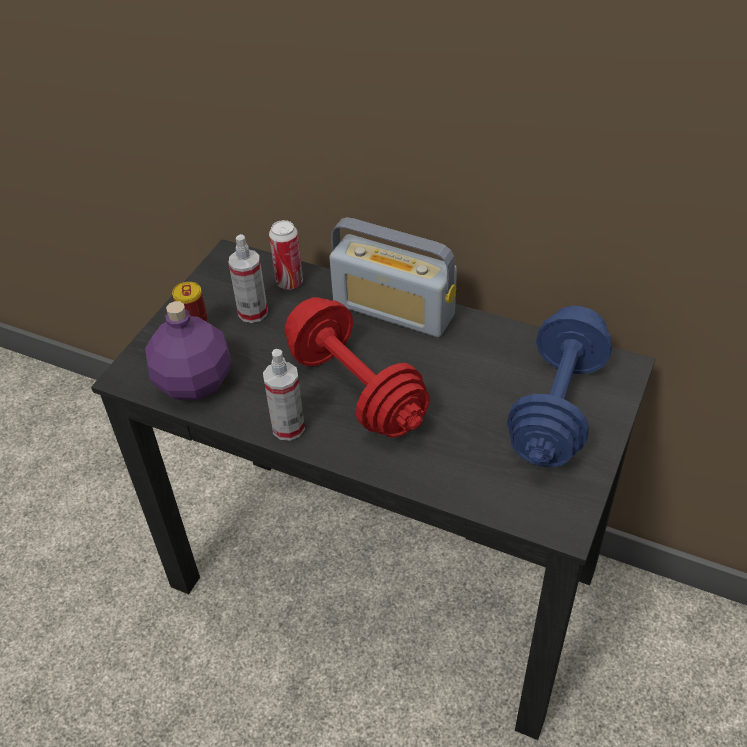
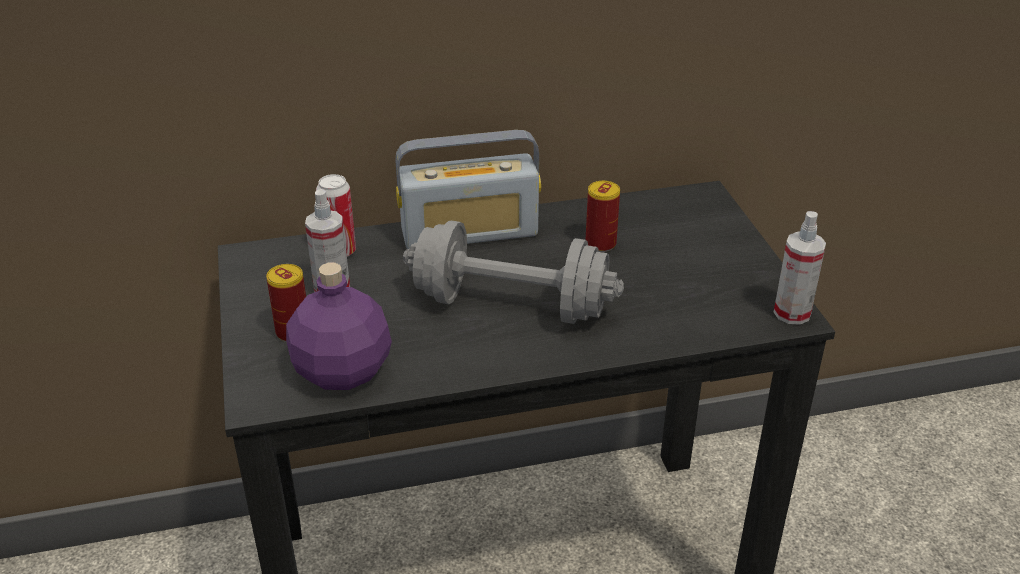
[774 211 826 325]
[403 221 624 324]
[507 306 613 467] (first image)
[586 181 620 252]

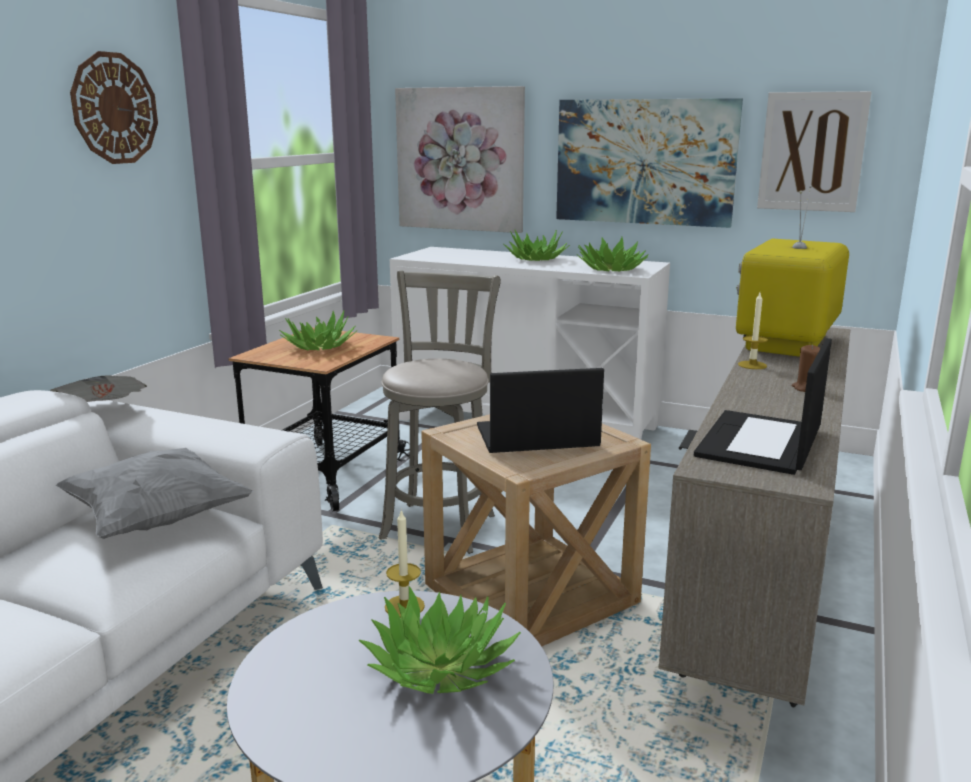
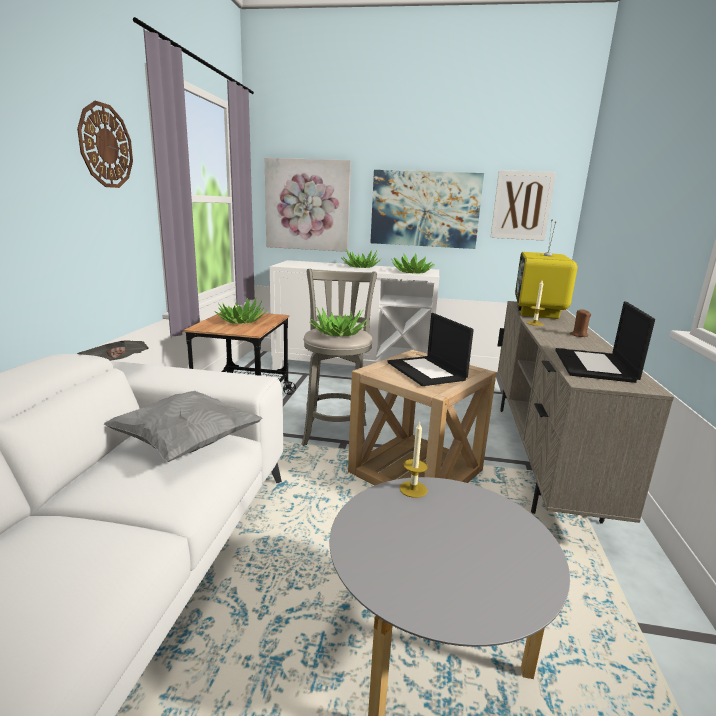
[309 307 369 337]
[388 313 474 386]

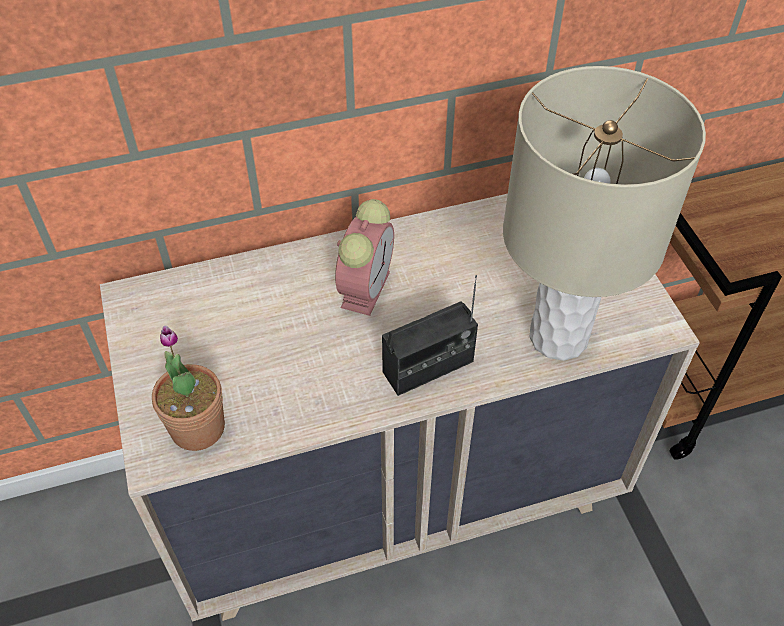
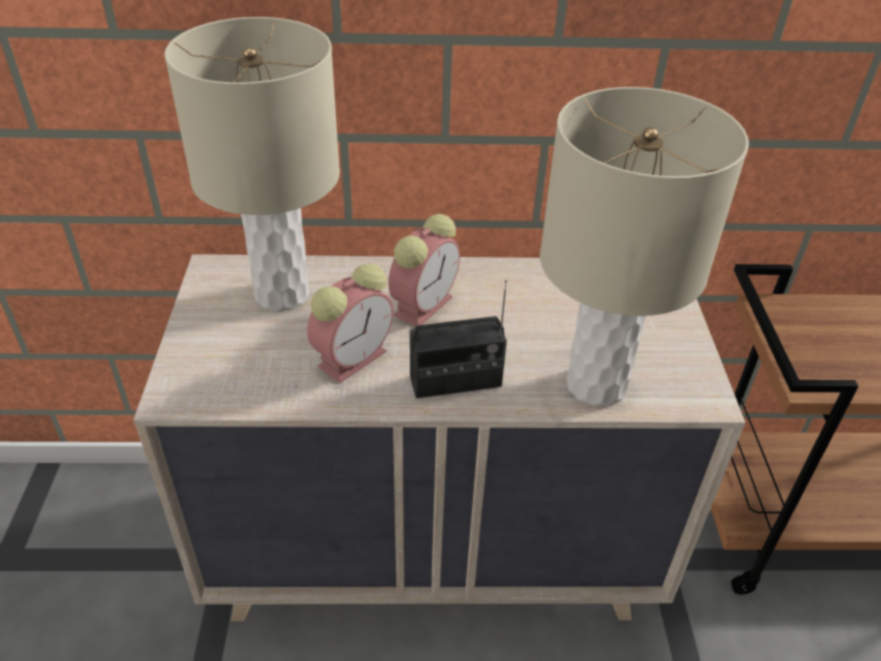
[152 326 225 451] (first image)
[164 17 340 312]
[307 263 393 383]

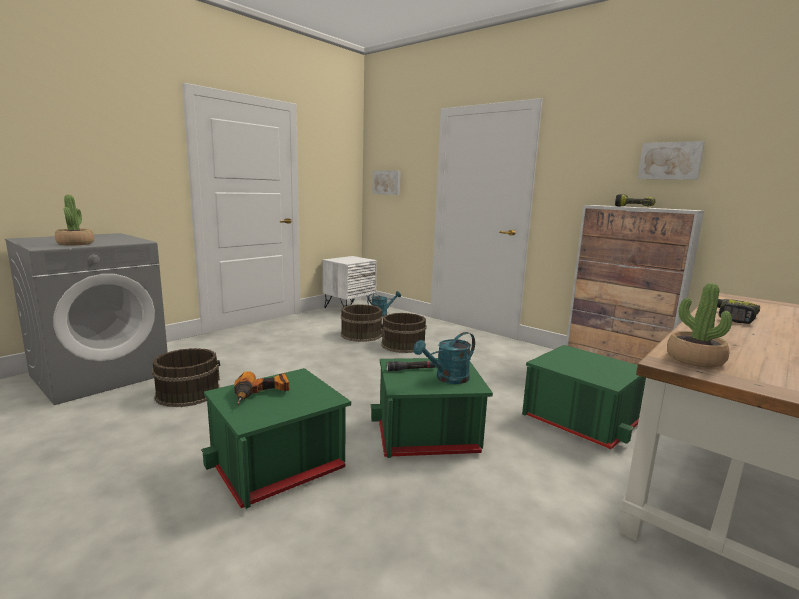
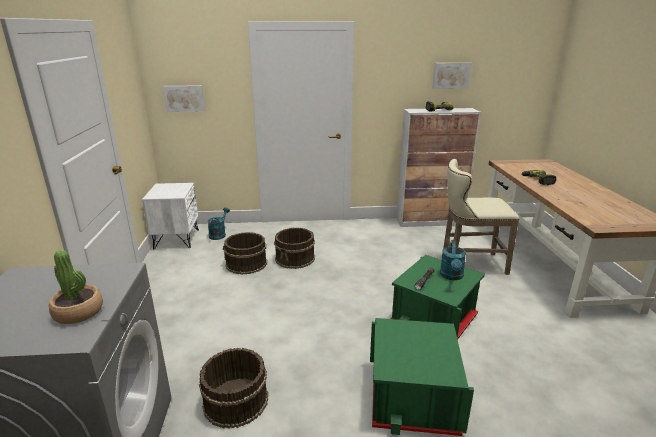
[234 371 289 404] (first image)
[442 159 519 275]
[667 283 732 368] (first image)

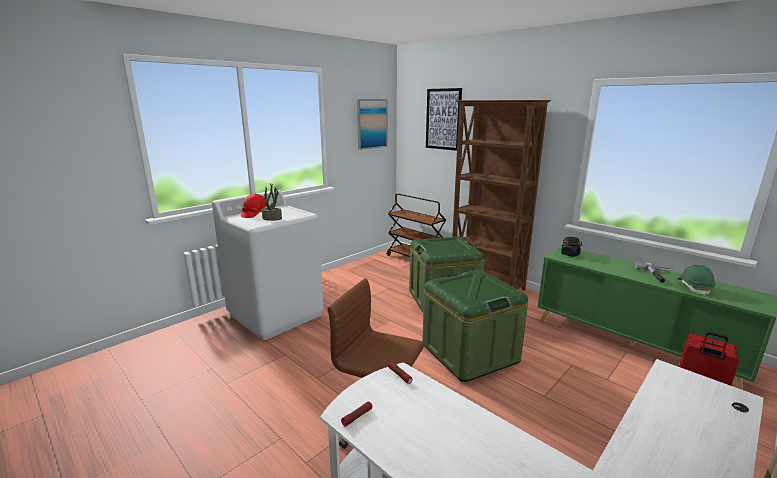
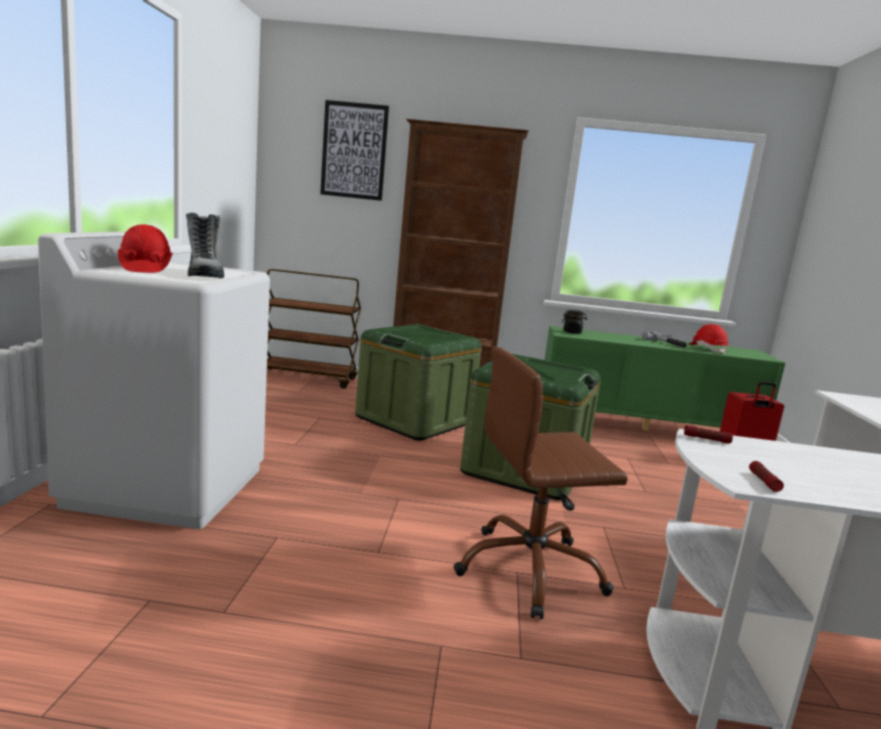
[186 213 224 278]
[357 99 387 150] (first image)
[688 324 728 354]

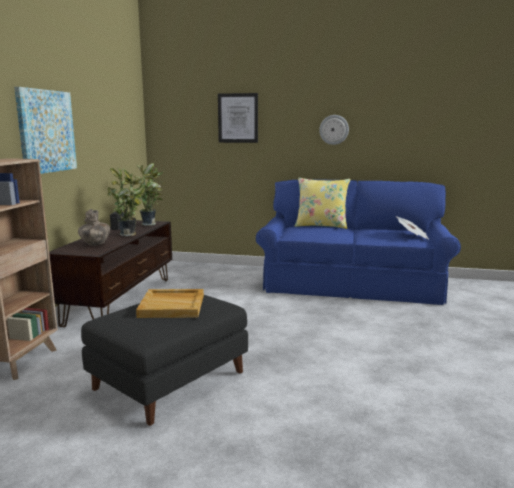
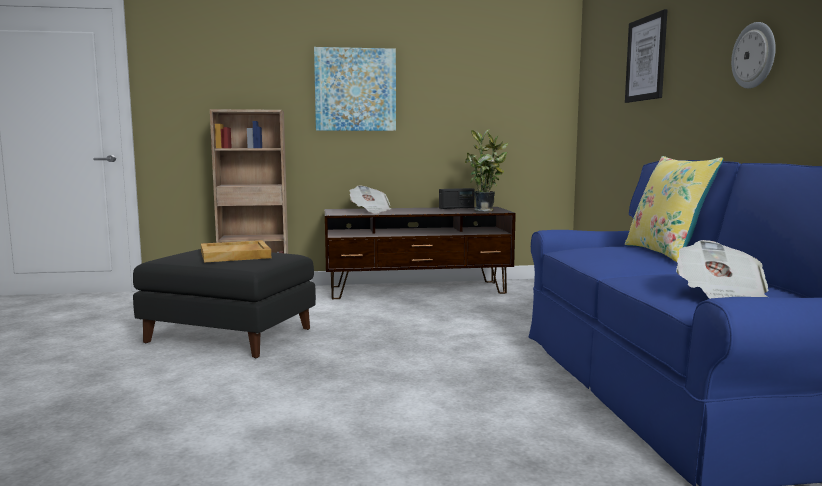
[350 185 391 214]
[107 167 145 236] (first image)

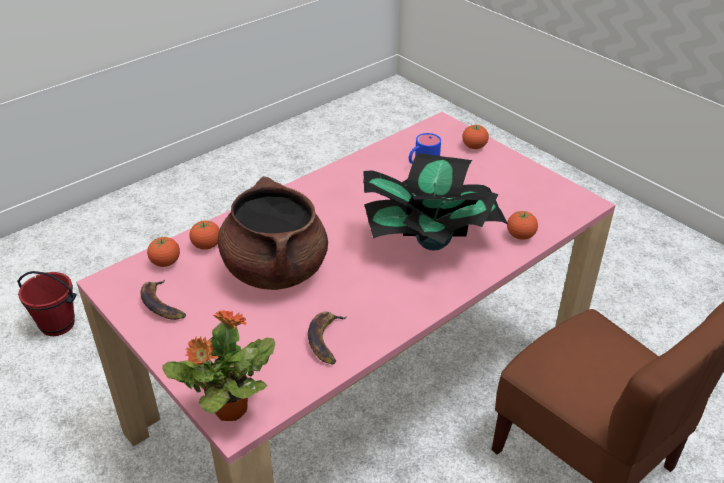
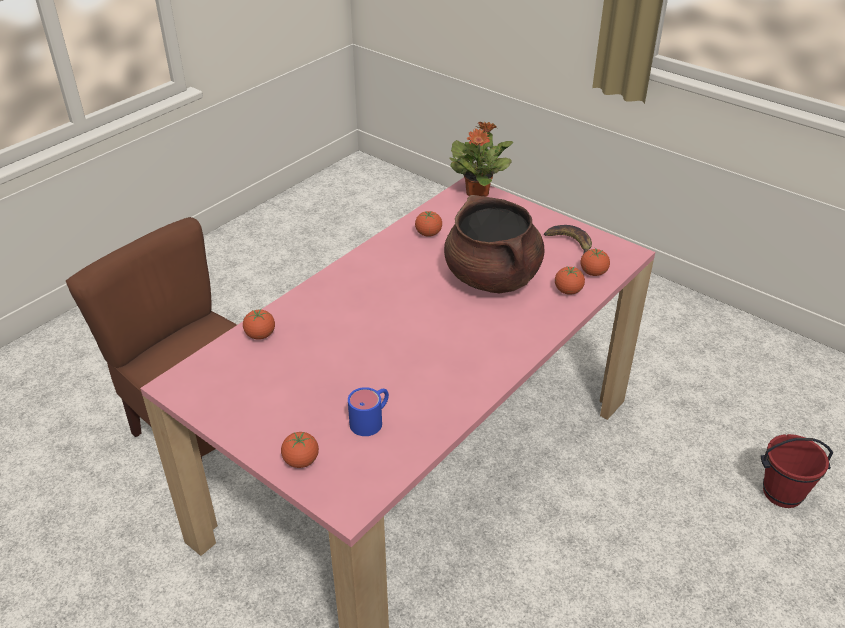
[415 211 442 237]
[363 153 508 251] (first image)

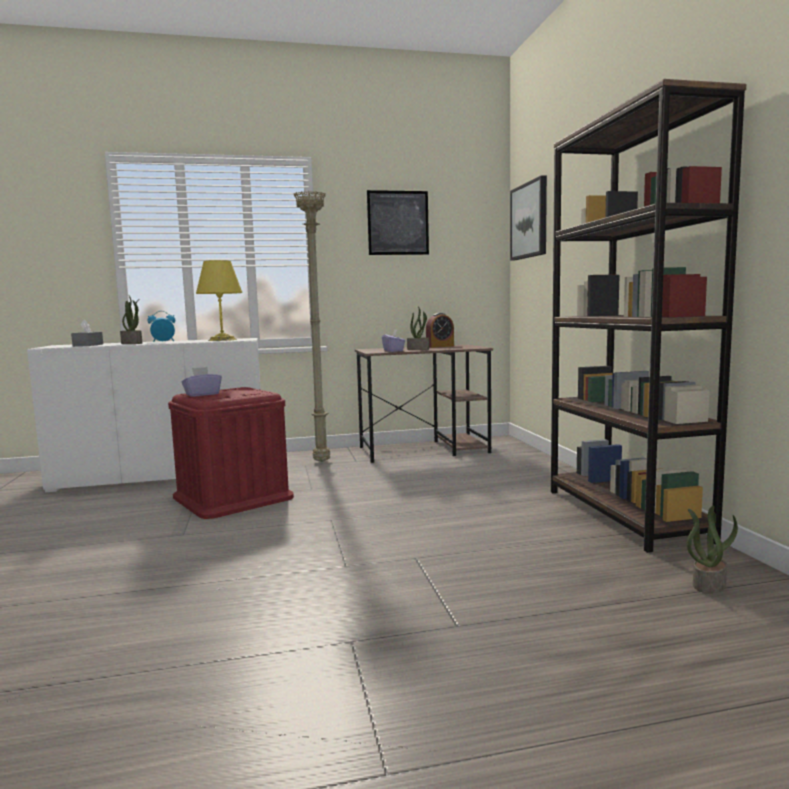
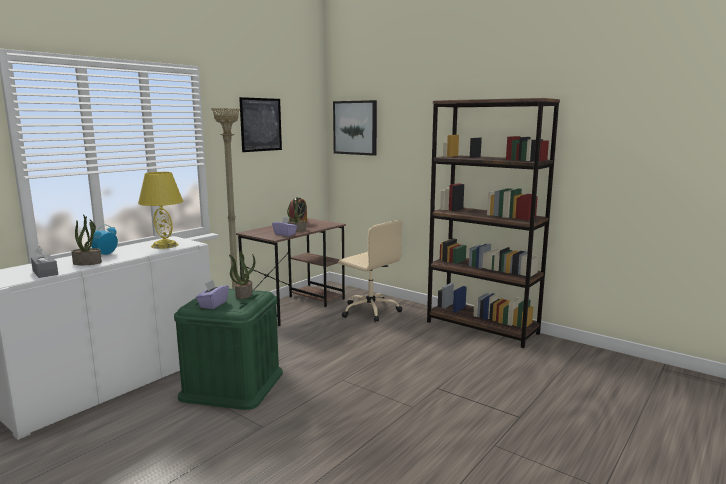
[174 289 283 410]
[229 250 255 299]
[338 220 403 322]

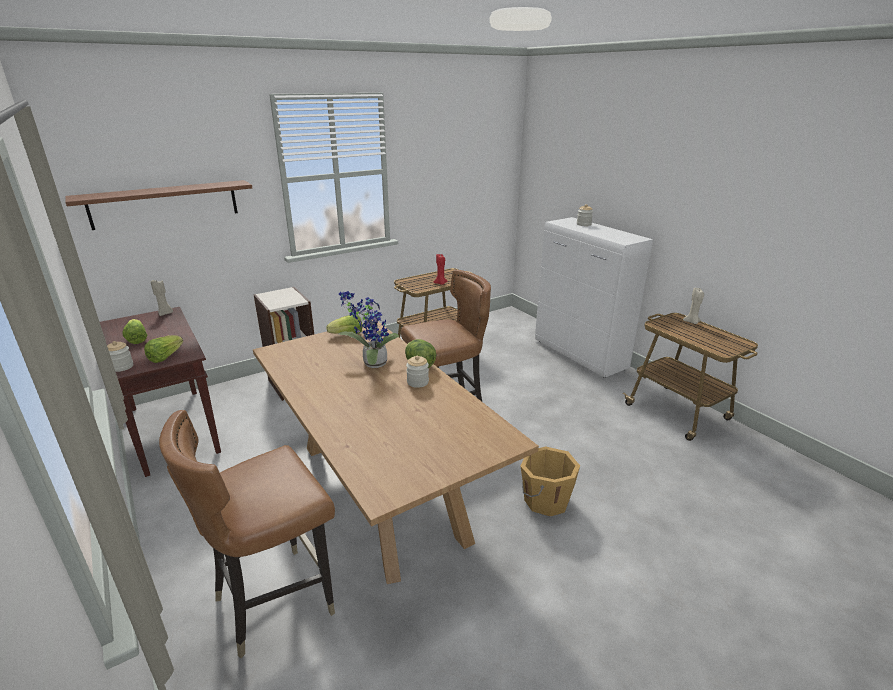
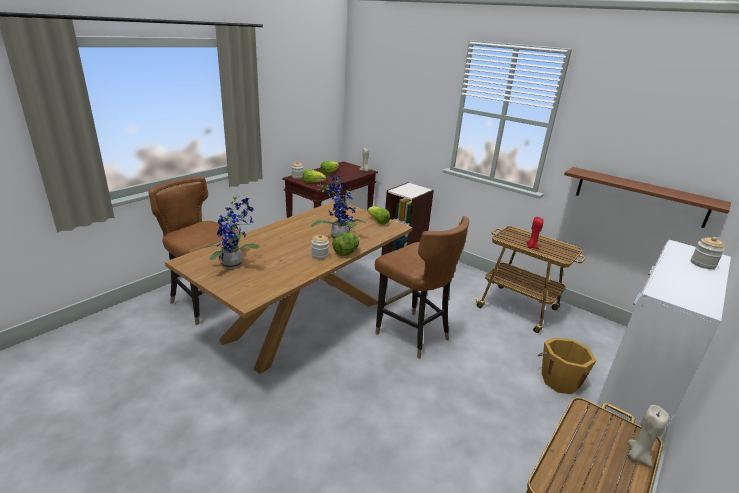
[564 167 731 228]
[538 338 597 394]
[205 194 260 269]

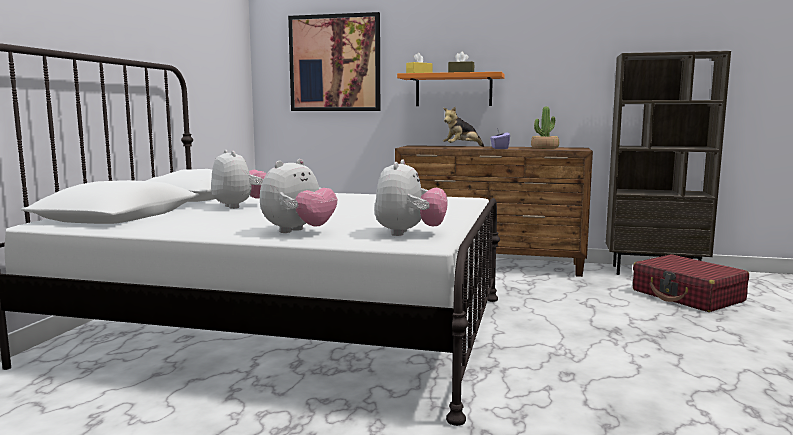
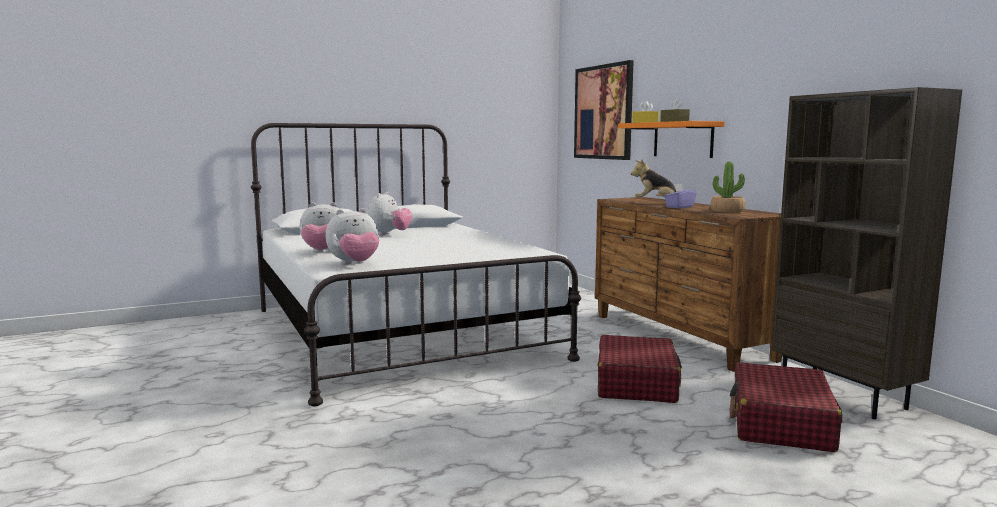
[598 335 682 403]

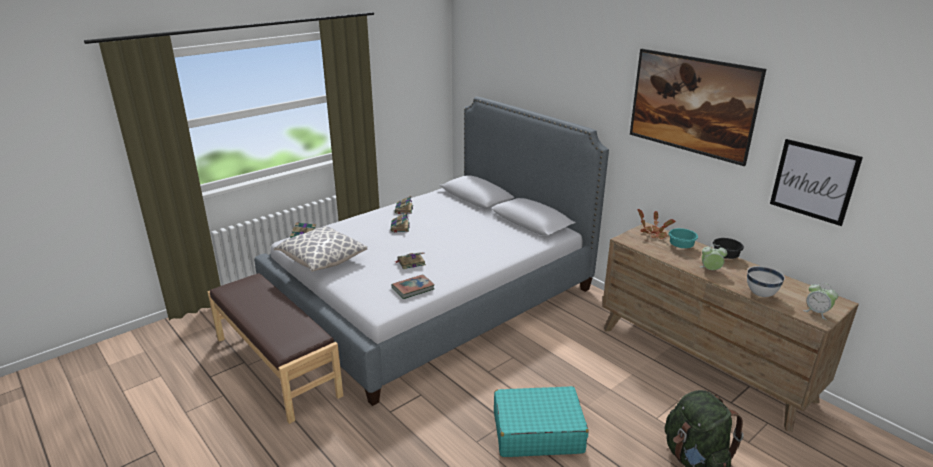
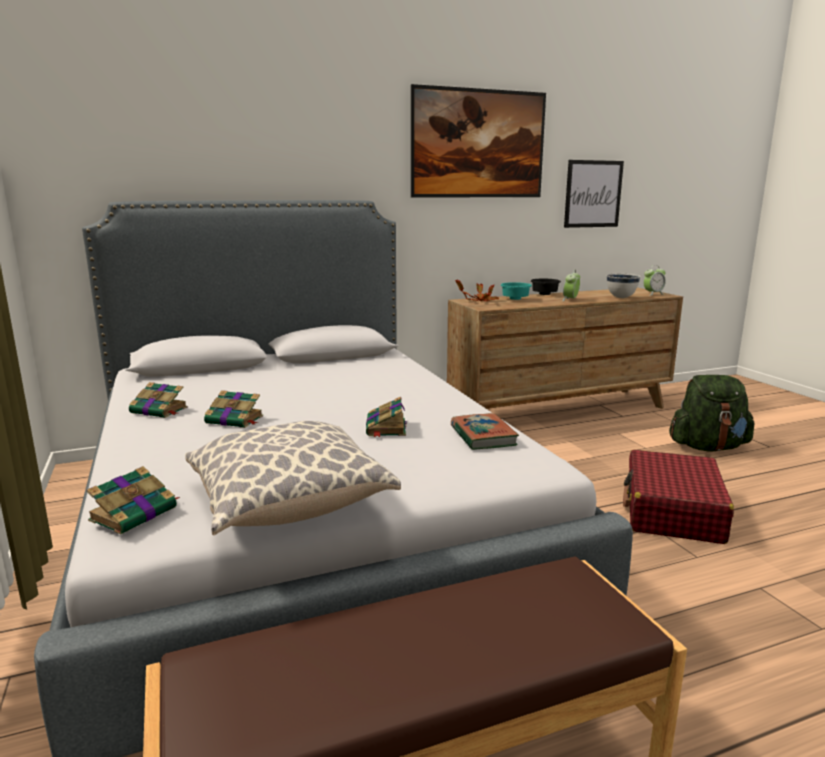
[623 450 734 544]

